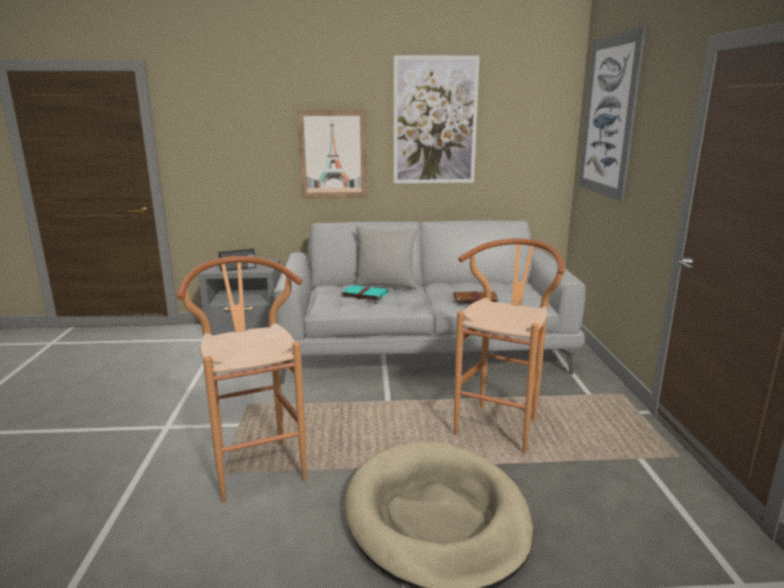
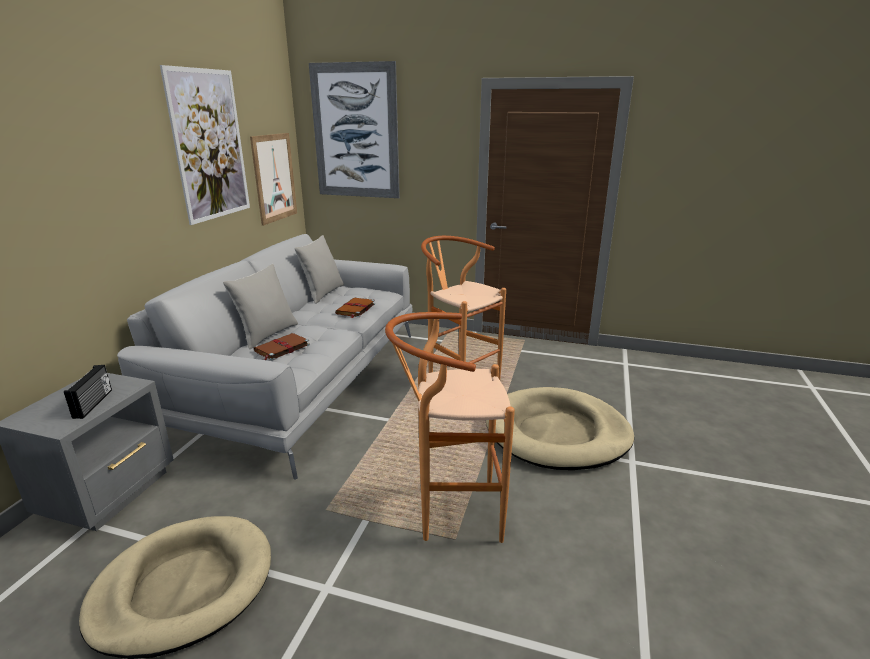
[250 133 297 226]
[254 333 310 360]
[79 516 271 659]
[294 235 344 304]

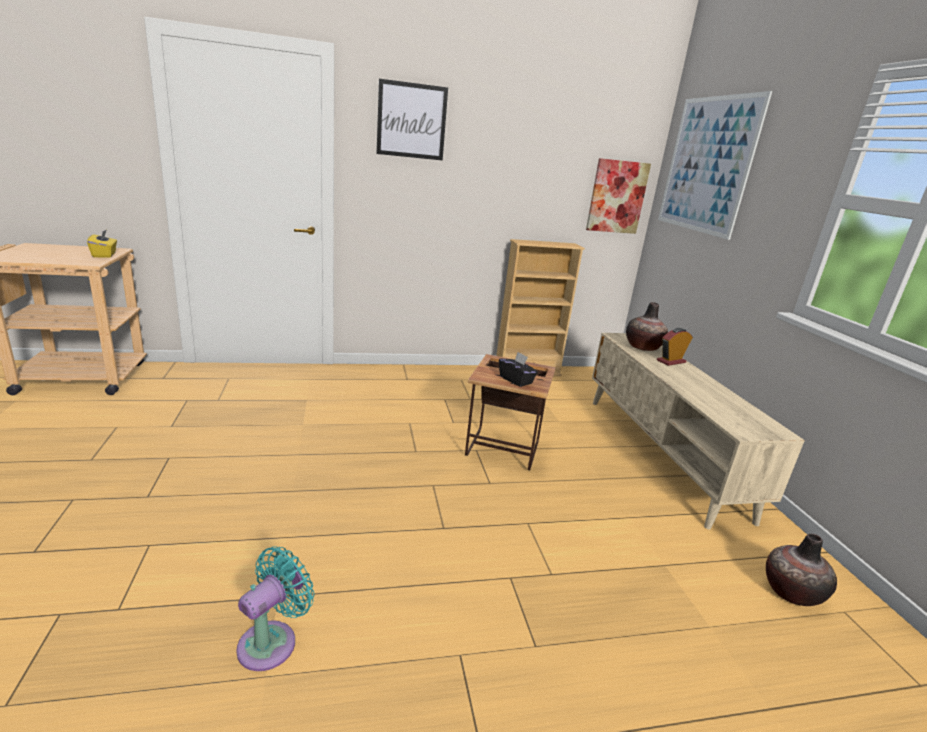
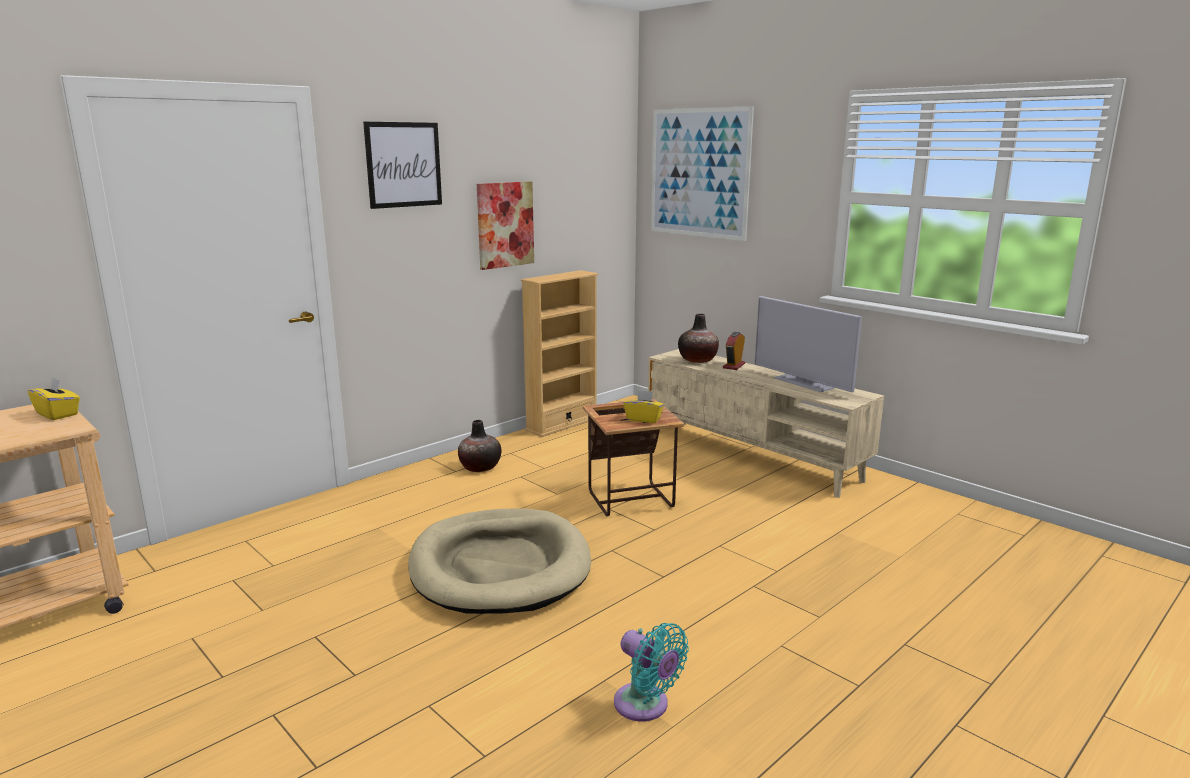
[614 623 689 722]
[623 390 664 423]
[477 181 534 270]
[458 420 502 472]
[408 509 591 614]
[755 296 862 392]

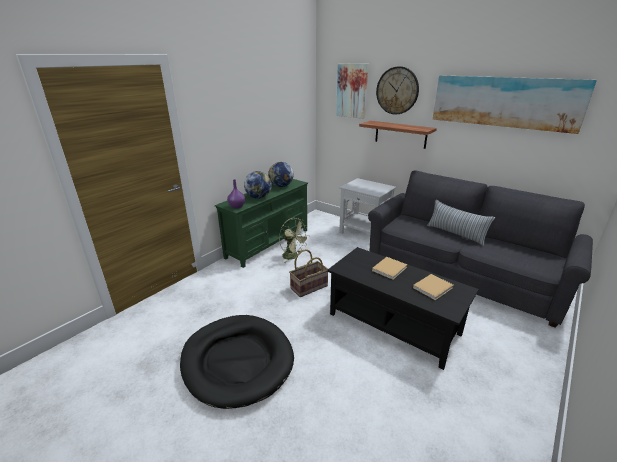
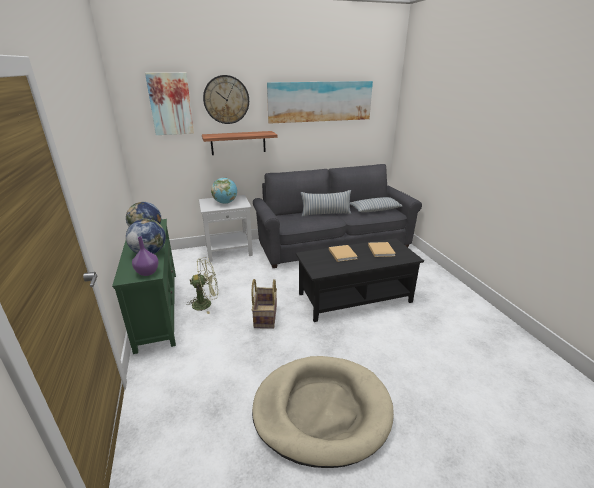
[252 356 394 468]
[211 178 237 204]
[350 197 403 212]

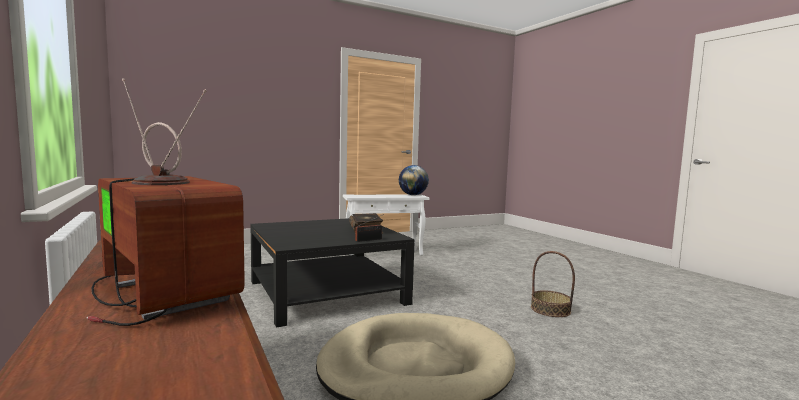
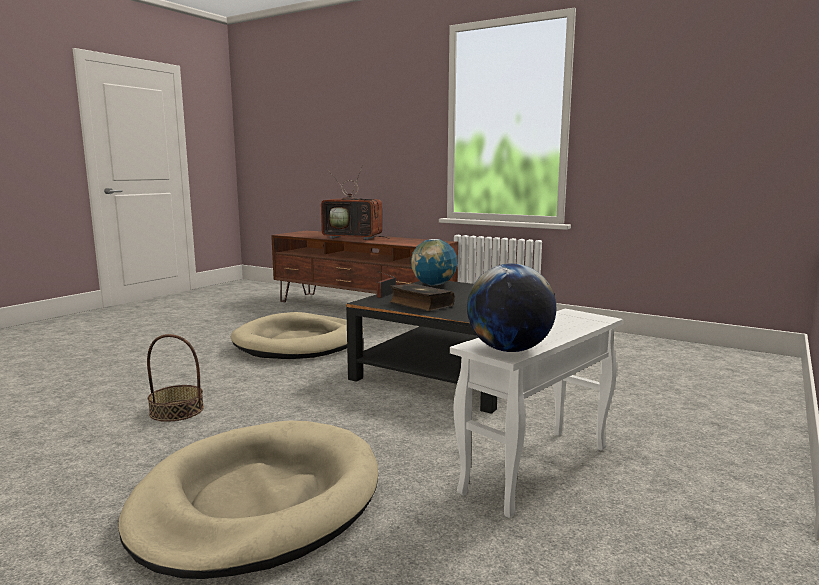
[118 421 378 579]
[411 239 458 285]

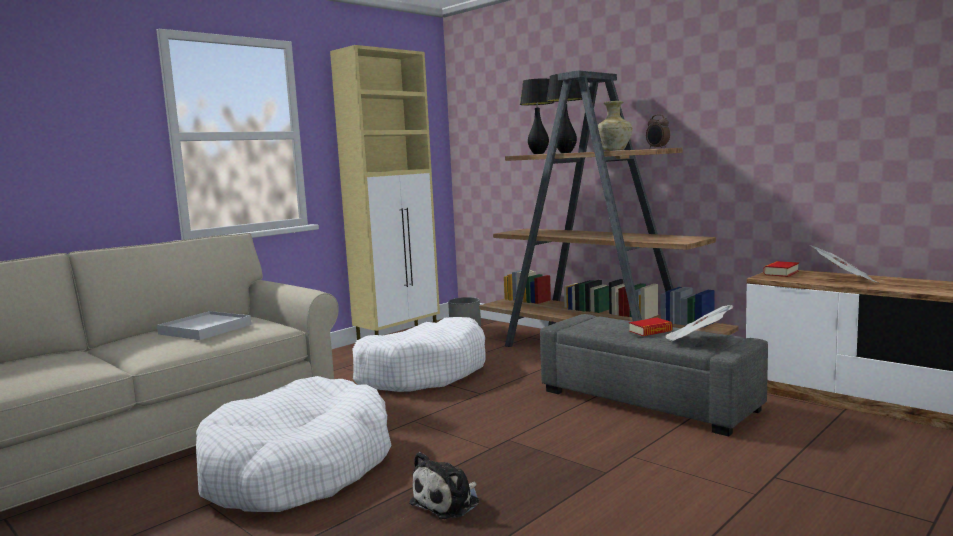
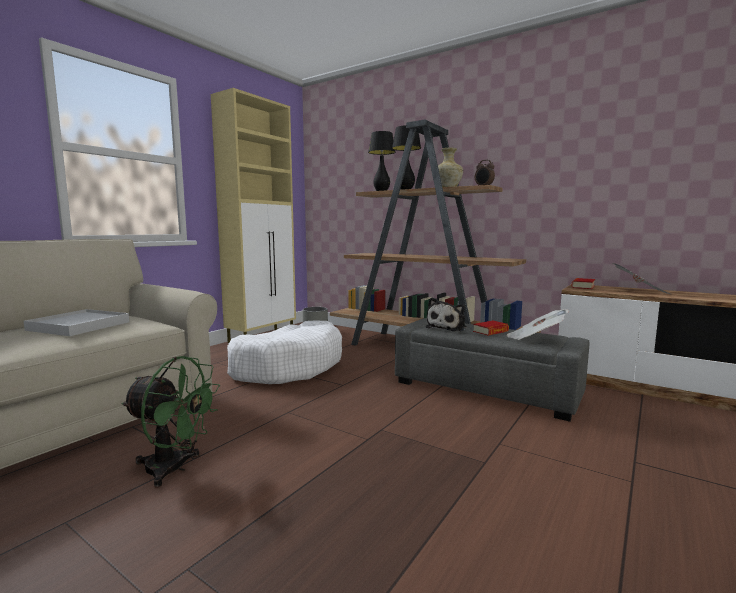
[121 356 220 488]
[426 298 467 331]

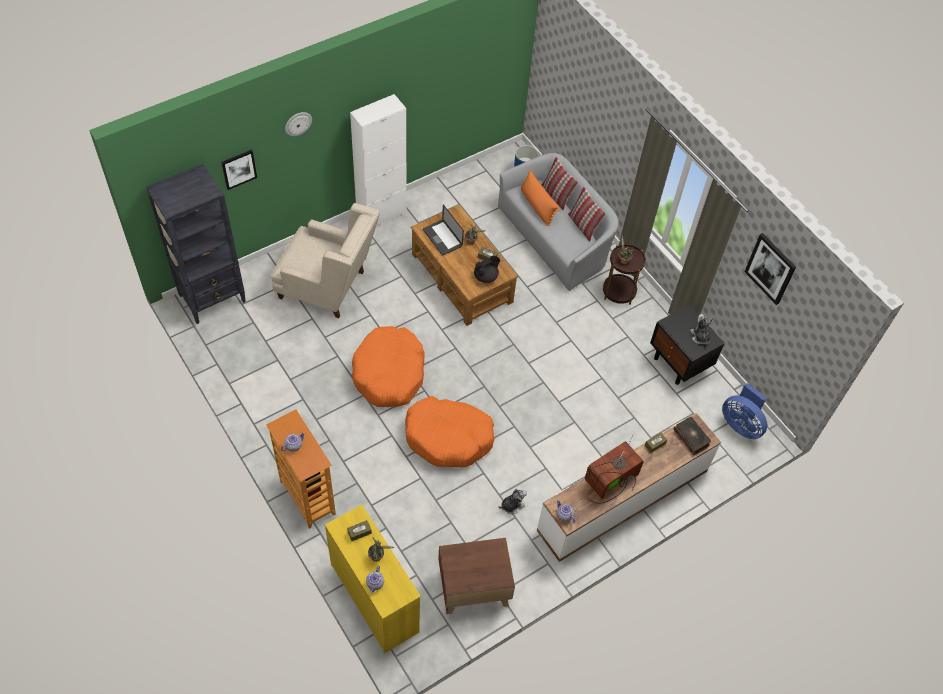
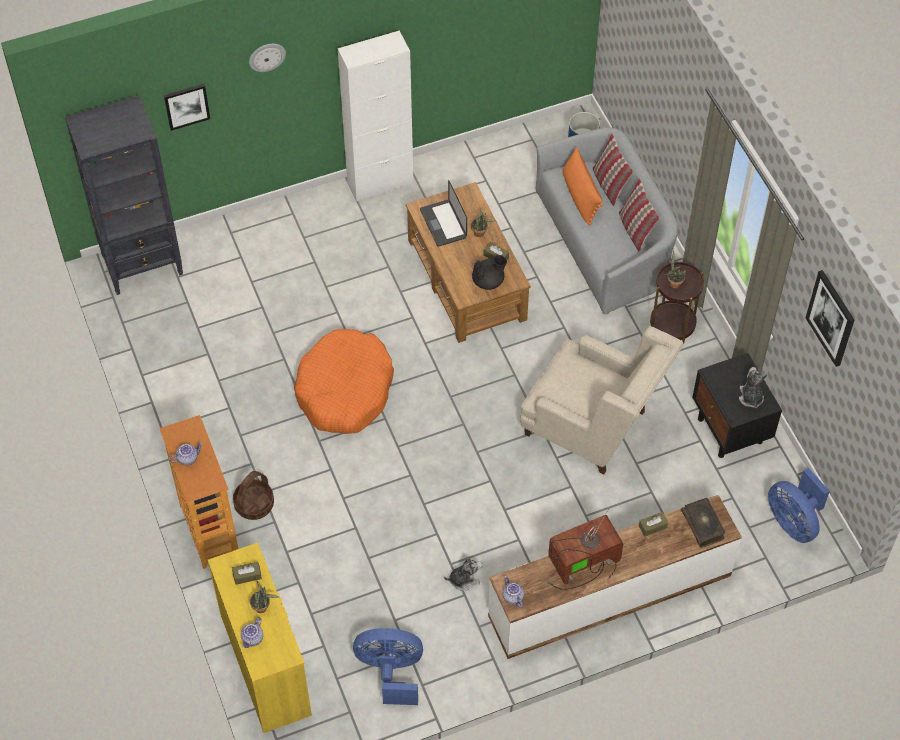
[520 326 683 475]
[405 396 495 468] (first image)
[353 628 423 705]
[233 471 274 520]

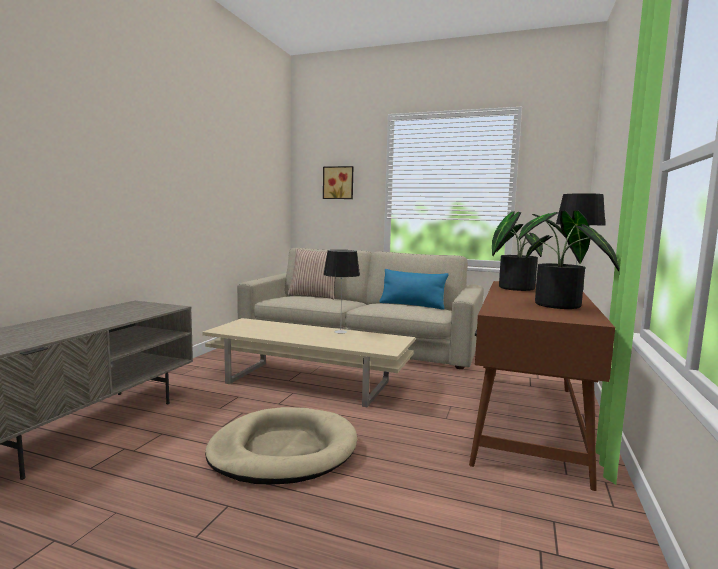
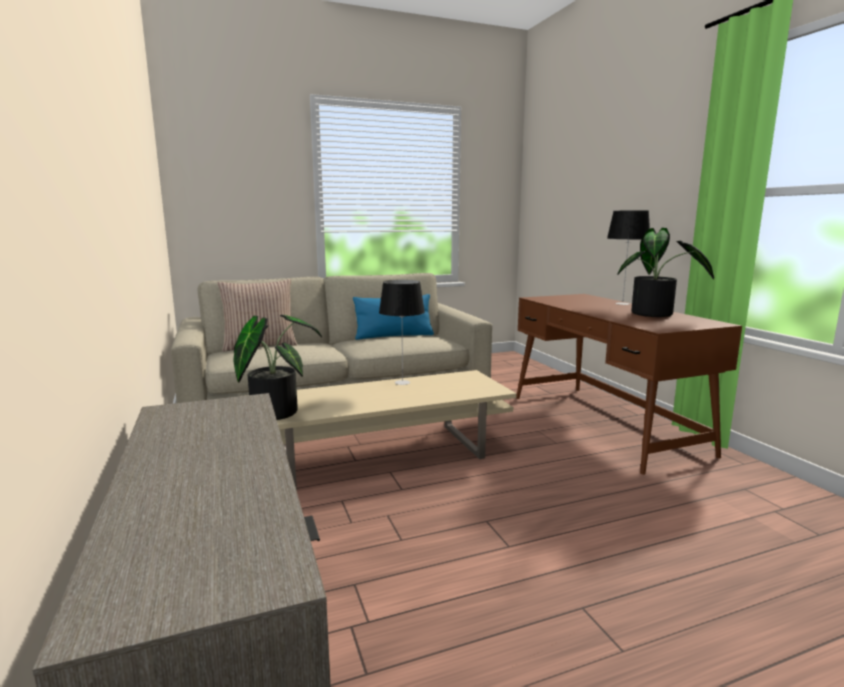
[205 407 357 485] (first image)
[323 166 353 199] (first image)
[233 315 322 420]

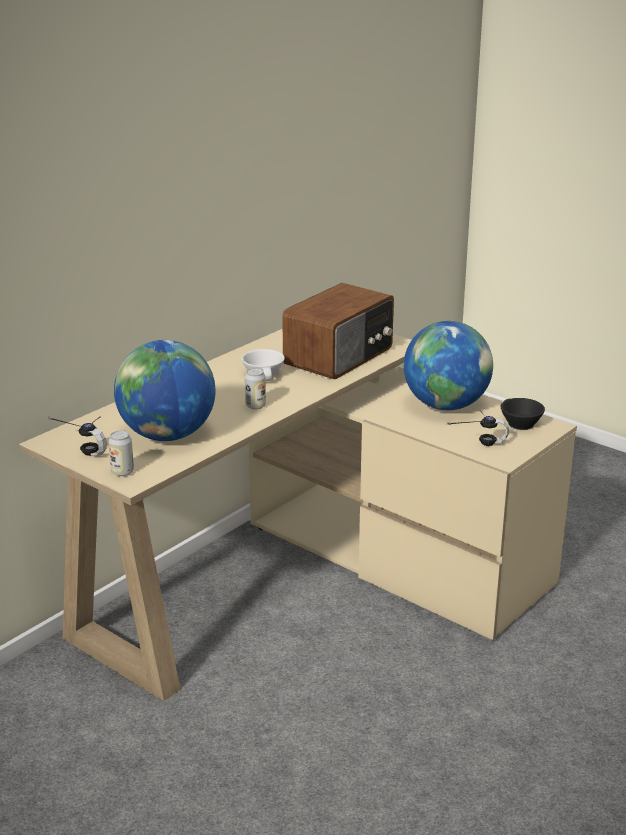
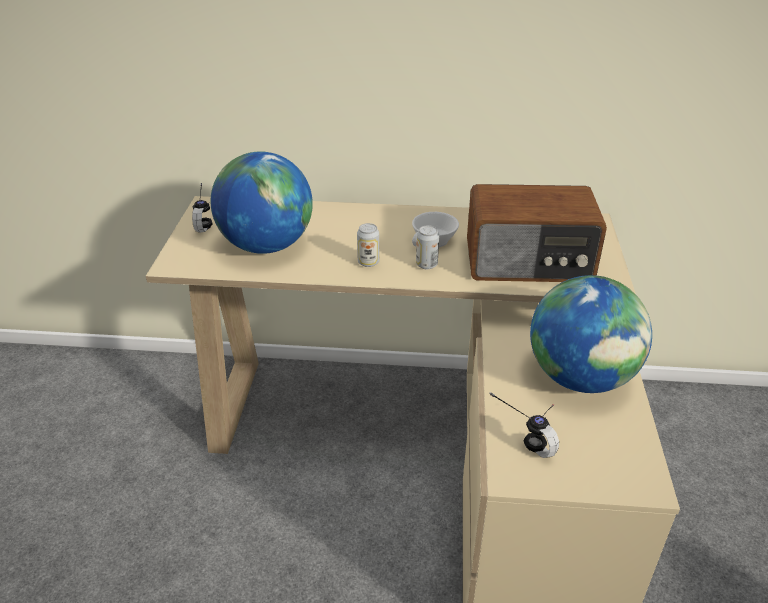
[416 225 439 269]
[501 398 545 430] (first image)

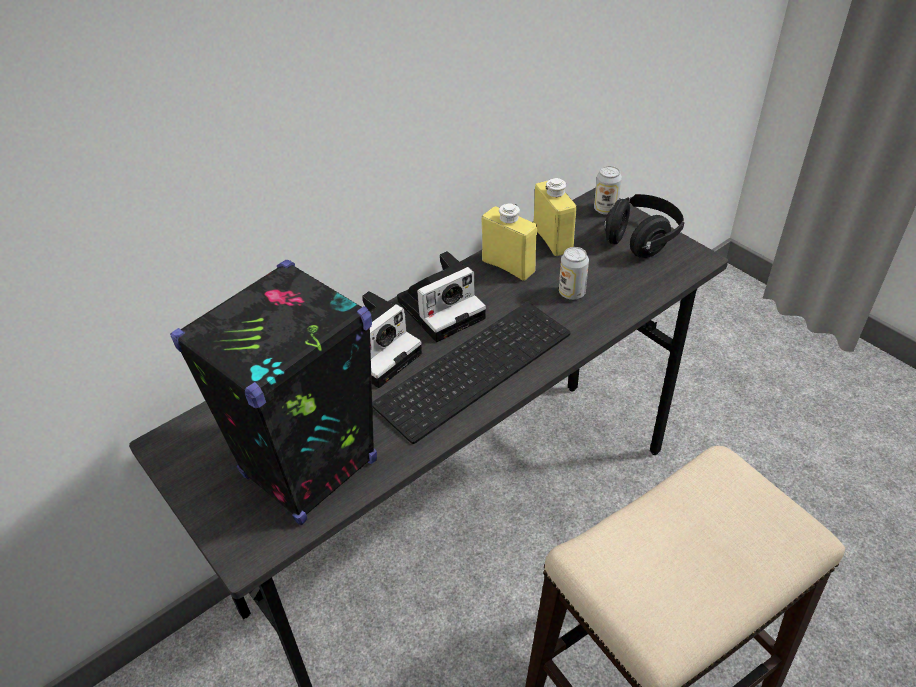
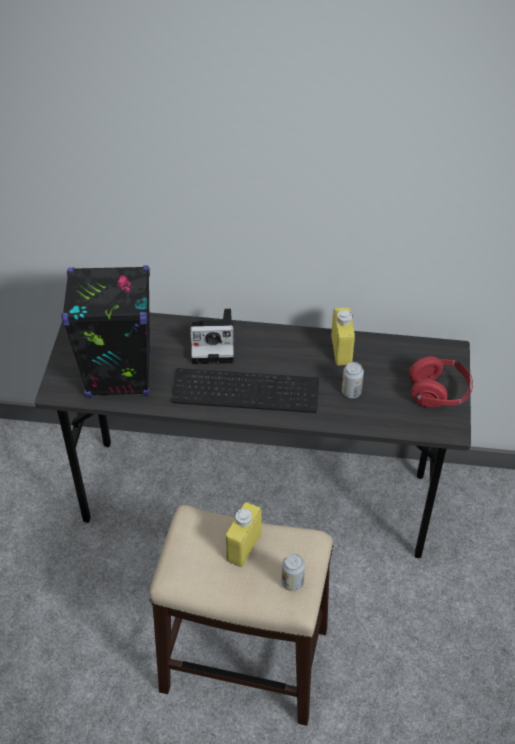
[397 251 486 342] (first image)
[226 502 262 567]
[282 553 305 591]
[409 356 473 408]

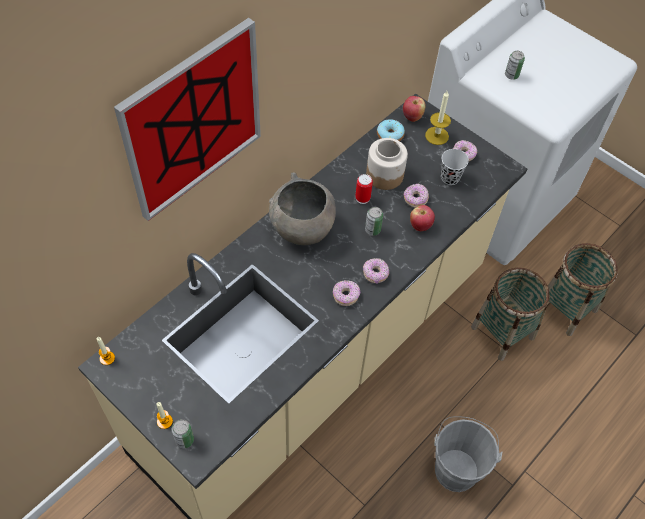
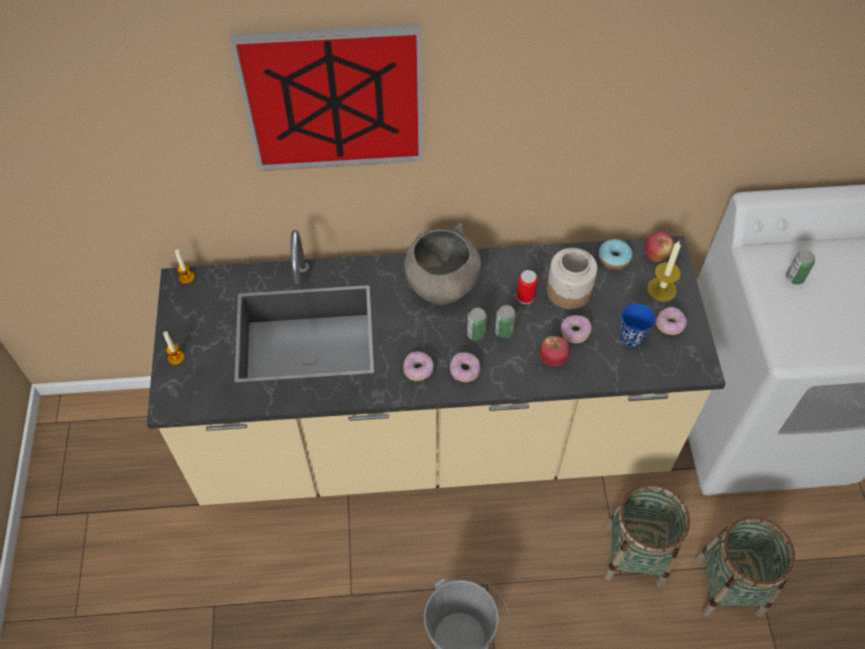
[467 308 487 341]
[620 303 655 347]

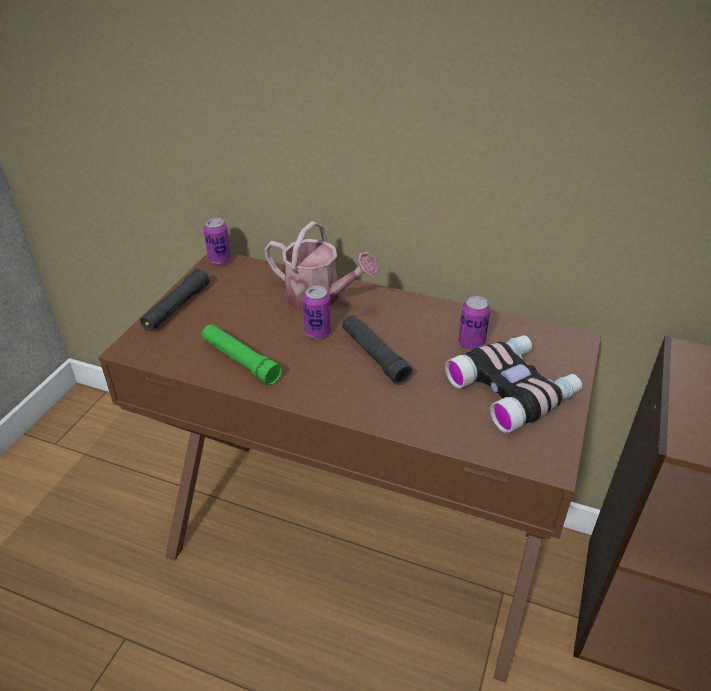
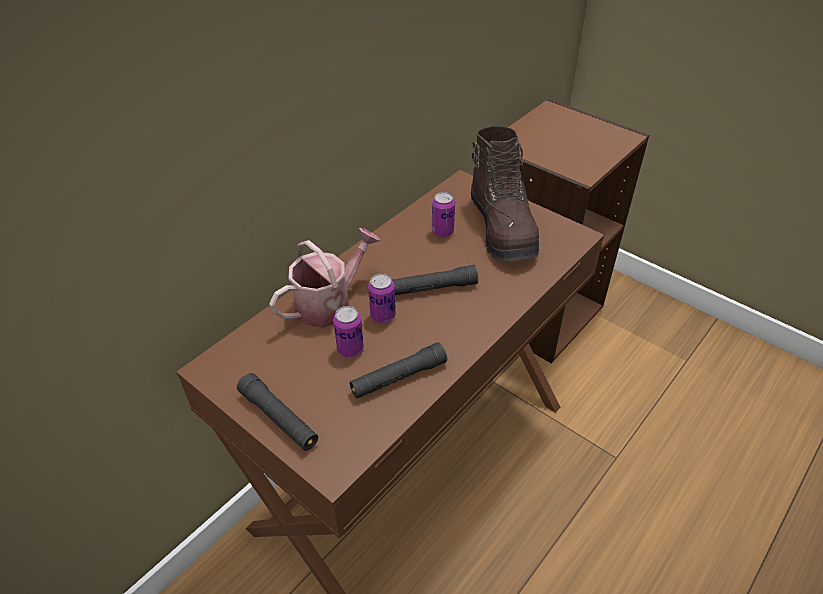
[350 342 447 398]
[333 306 364 357]
[471 126 539 261]

